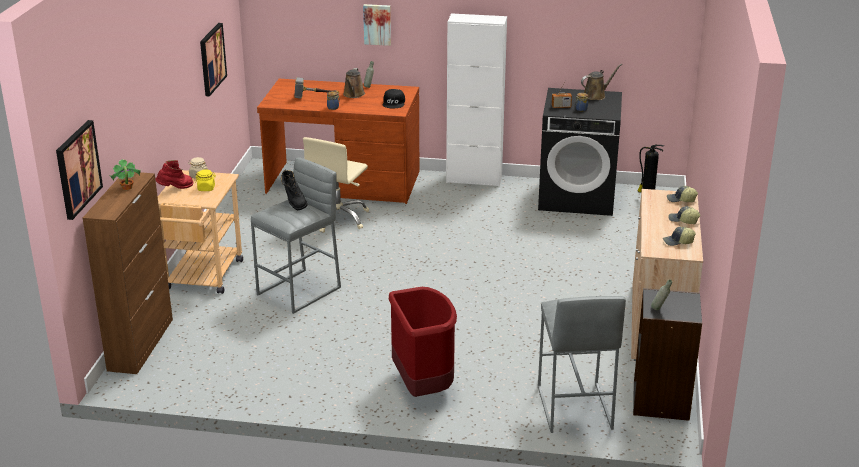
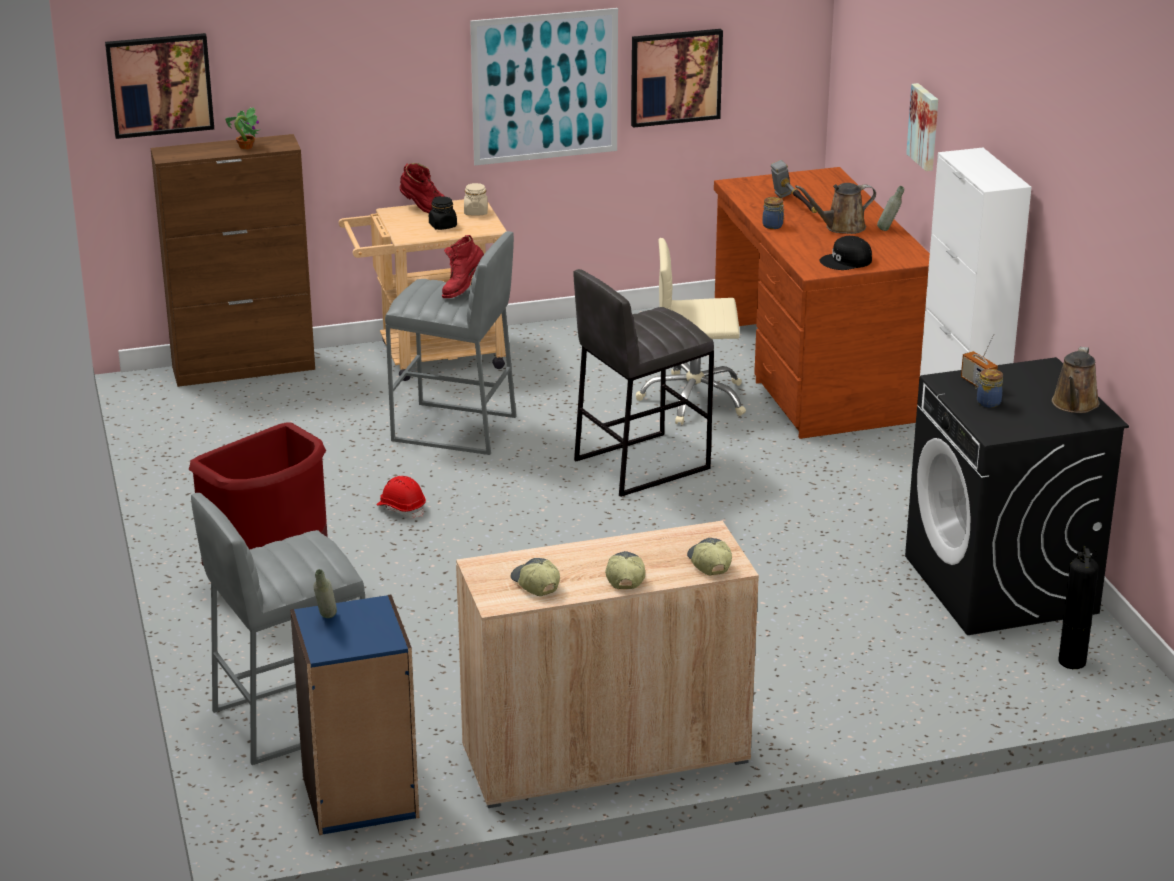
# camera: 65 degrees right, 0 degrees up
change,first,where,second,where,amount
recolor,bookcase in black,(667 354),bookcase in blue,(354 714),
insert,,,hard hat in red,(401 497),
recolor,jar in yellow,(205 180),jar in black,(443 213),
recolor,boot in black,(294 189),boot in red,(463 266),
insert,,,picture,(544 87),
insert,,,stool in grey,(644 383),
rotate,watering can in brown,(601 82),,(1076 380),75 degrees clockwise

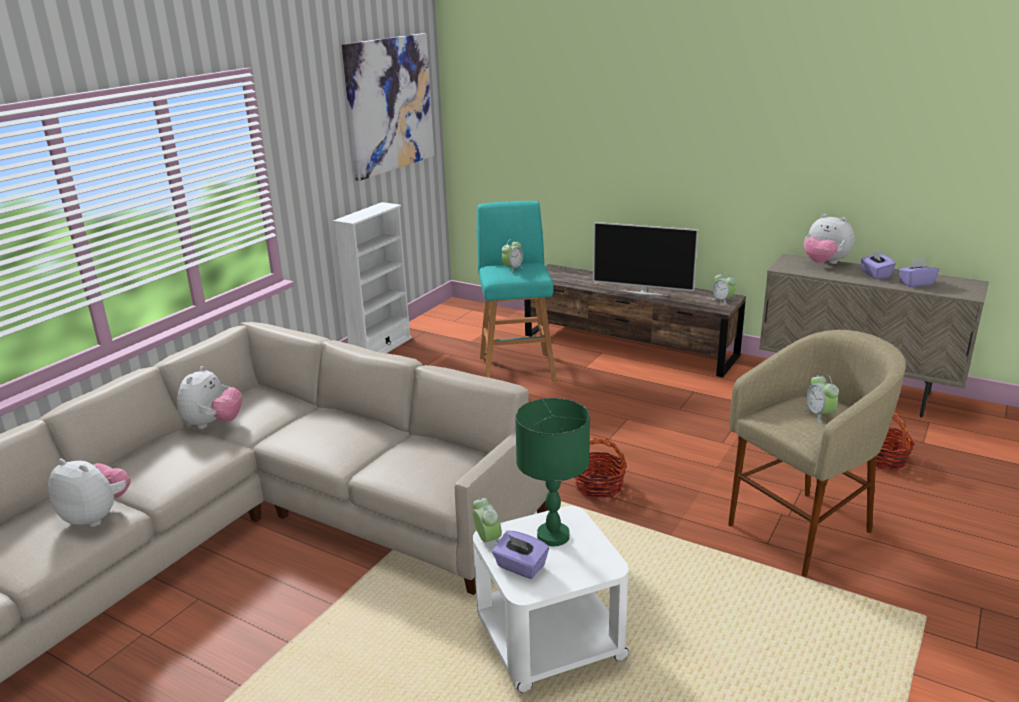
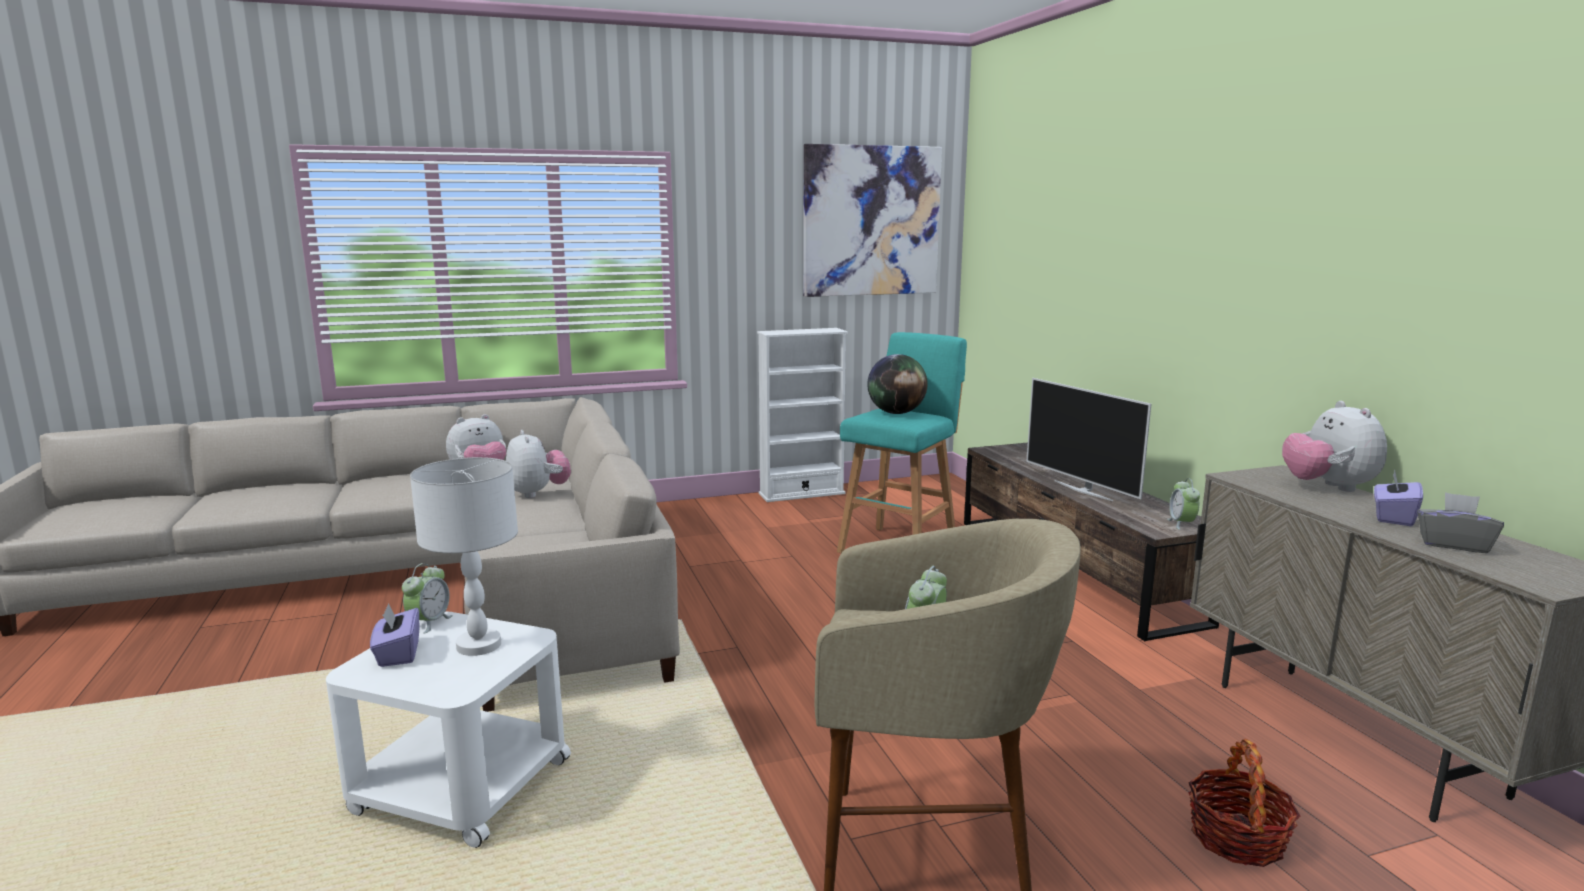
# camera: 40 degrees right, 10 degrees down
change,first,where,second,where,amount
recolor,table lamp in green,(552 472),table lamp in white,(464 556),
move,plush toy,(89 493),,(538 464),
replace,alarm clock,(513 256),globe,(897 384),
recolor,tissue box in purple,(919 272),tissue box in grey,(1460 522),
delete,basket,(601 468),,,

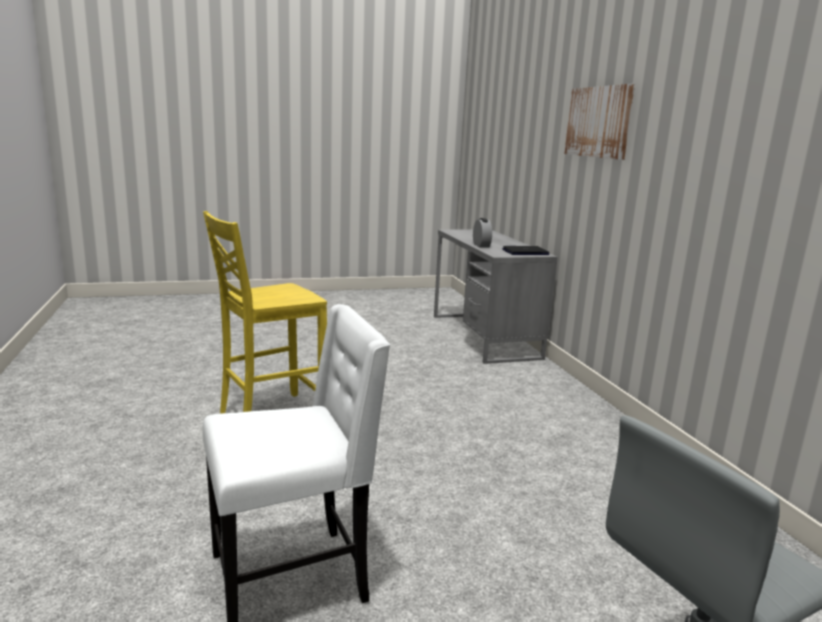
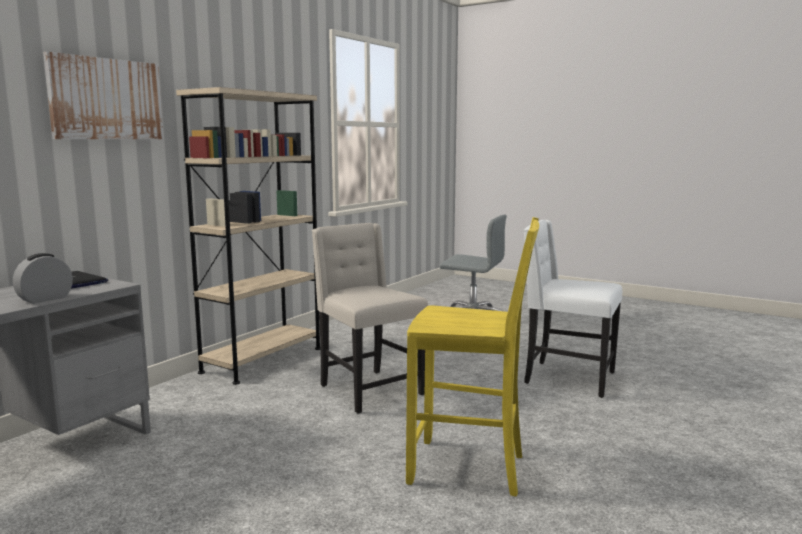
# camera: 130 degrees left, 5 degrees down
change,first,where,second,where,amount
insert,,,bookcase in beige,(248 236),
insert,,,chair in beige,(370 318),

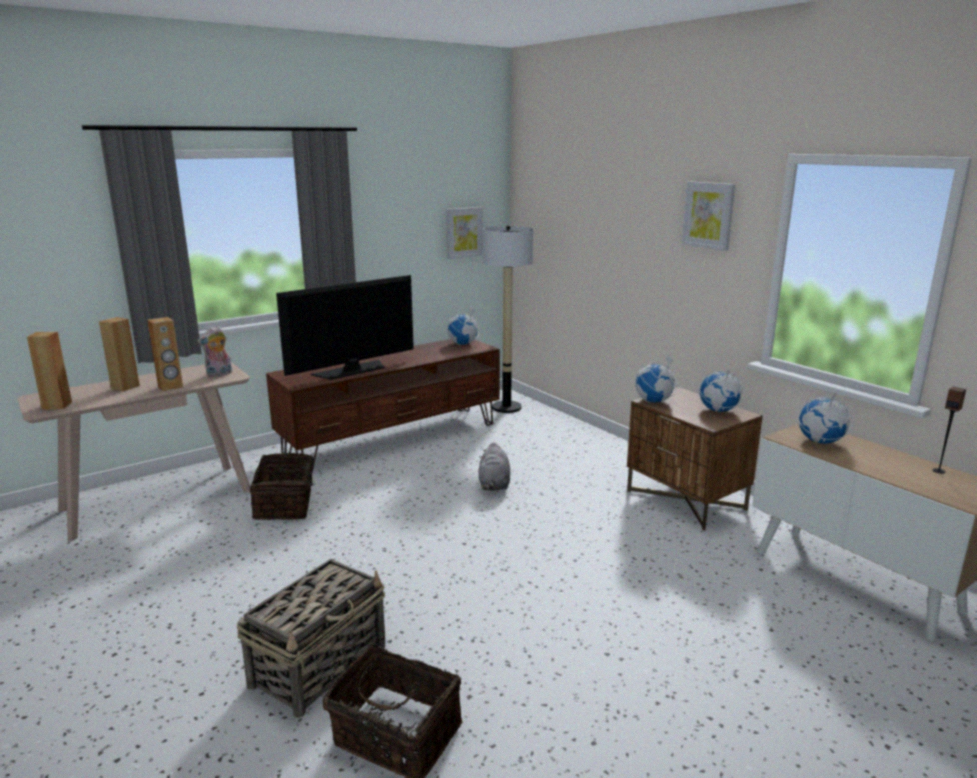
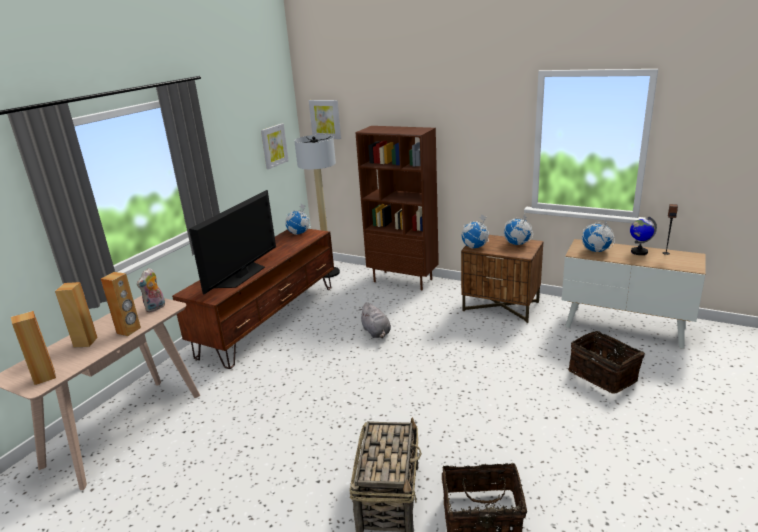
# camera: 25 degrees left, 5 degrees up
change,first,where,second,where,amount
move,picture,(708 216),,(325 119),
insert,,,bookcase in brown,(397 208),
move,basket,(288 486),,(606 362),
insert,,,globe,(643 236),

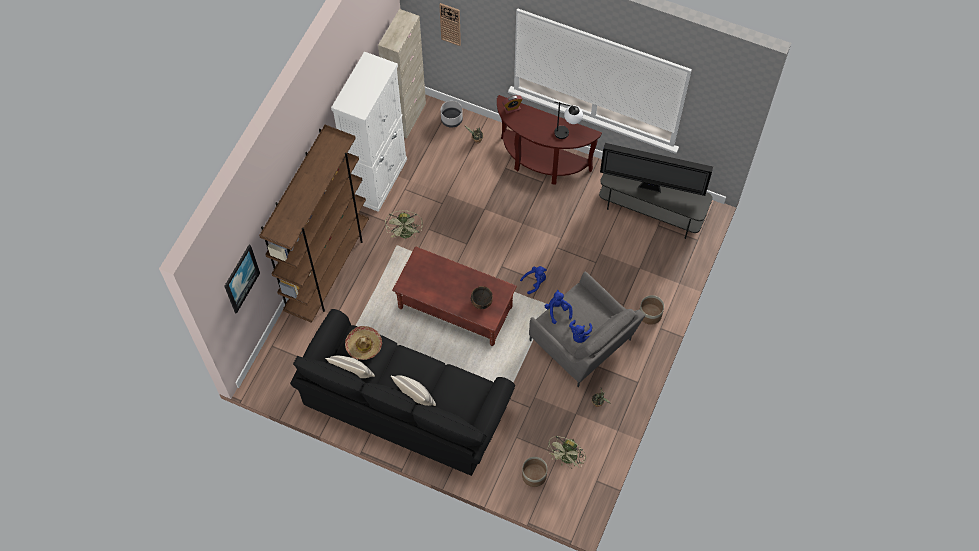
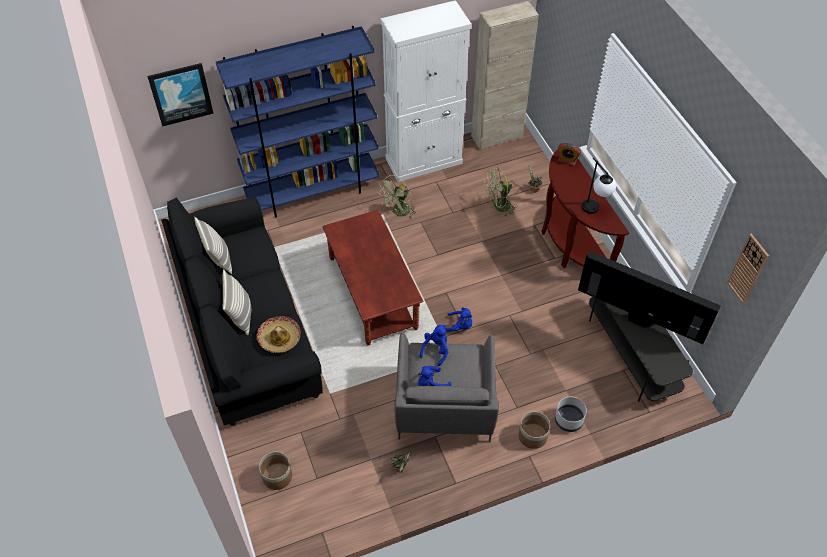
# camera: 45 degrees right, 10 degrees down
change,first,where,second,where,amount
recolor,bookcase in brown,(314 224),bookcase in blue,(298 121),
move,hat,(363 343),,(279 334),
move,fan in green,(566 452),,(501 191),
move,planter in grey,(452 114),,(571 414),
rotate,television,(656 169),,(649 297),150 degrees clockwise
move,wall clock,(450 24),,(748 268),
delete,bowl,(482 297),,,

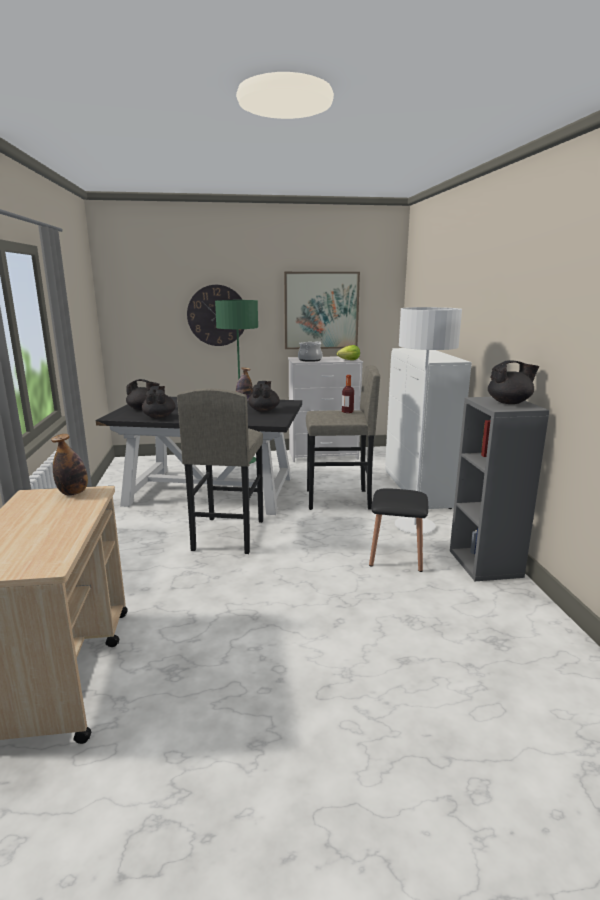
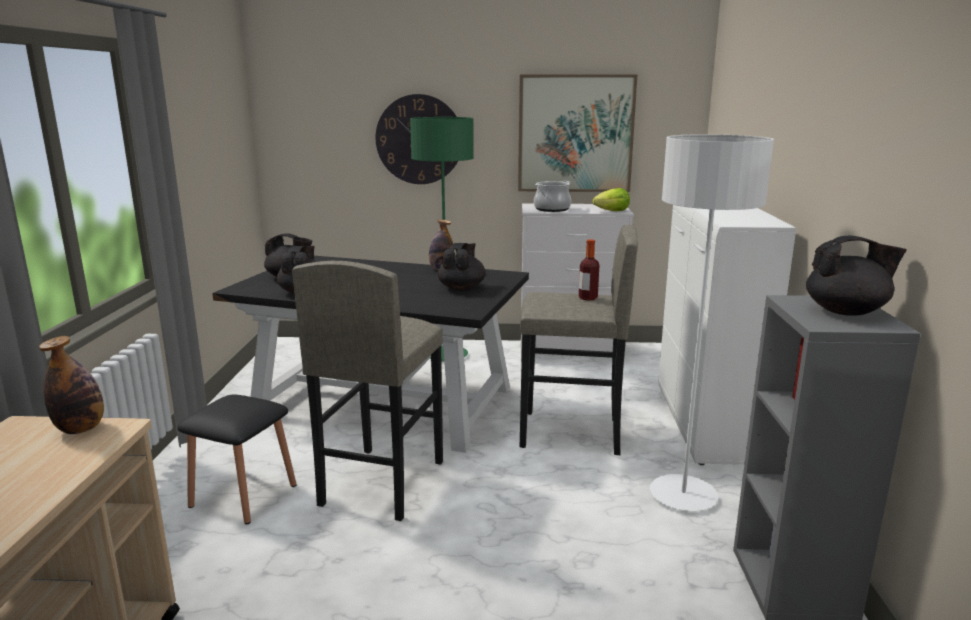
# camera: 10 degrees right, 0 degrees up
change,first,where,second,where,amount
move,stool in black,(398 530),,(236 459),

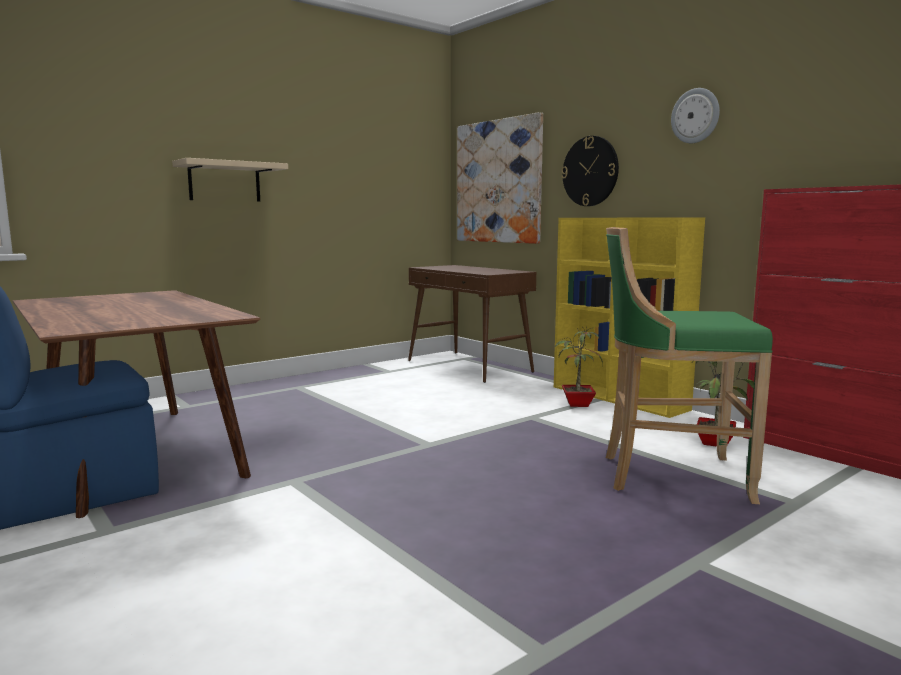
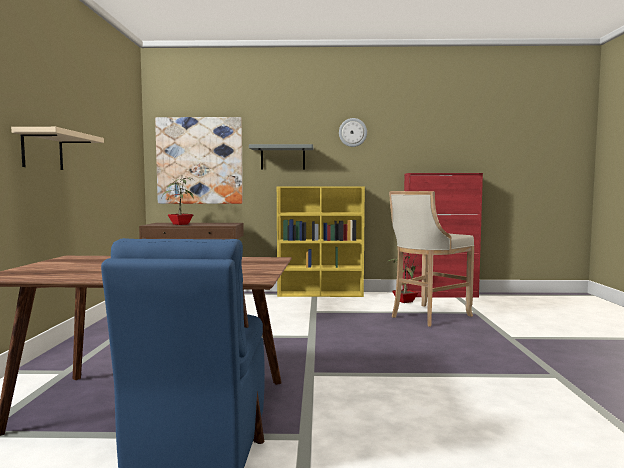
# camera: 50 degrees left, 5 degrees down
change,first,where,second,where,amount
move,potted plant,(578 367),,(178 200),
replace,wall clock,(590 171),shelf in grey,(281 156),
recolor,stool in green,(689 365),stool in beige,(431 259),

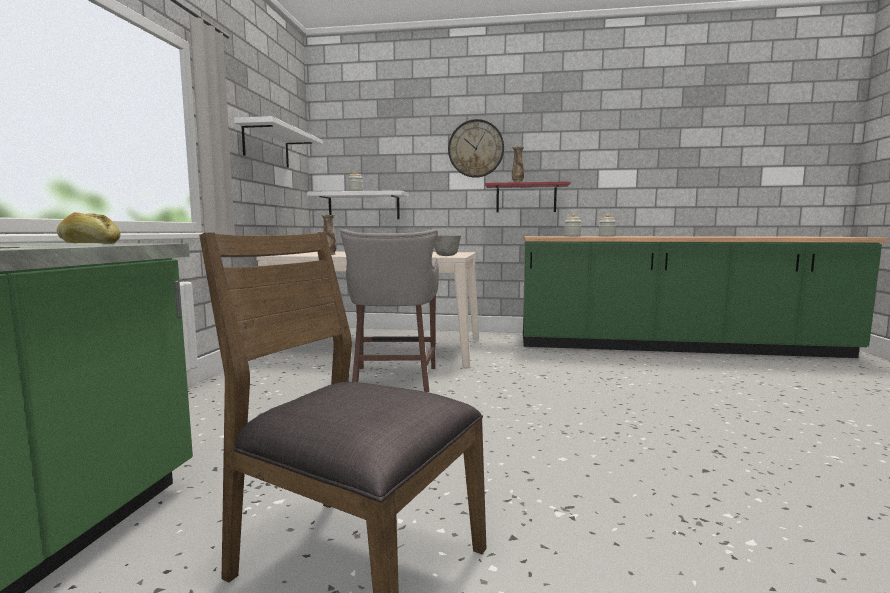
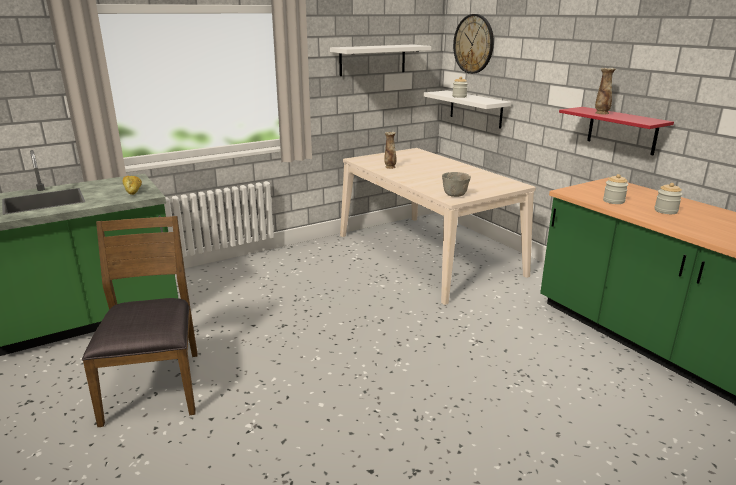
# camera: 50 degrees right, 15 degrees up
change,first,where,second,where,amount
move,wall clock,(476 148),,(473 44),
delete,stool in grey,(389 310),,,

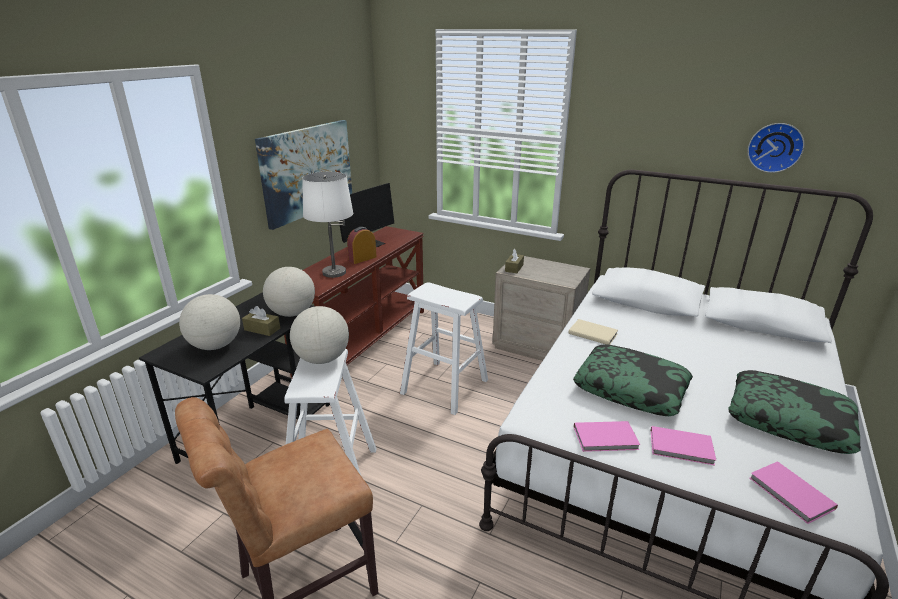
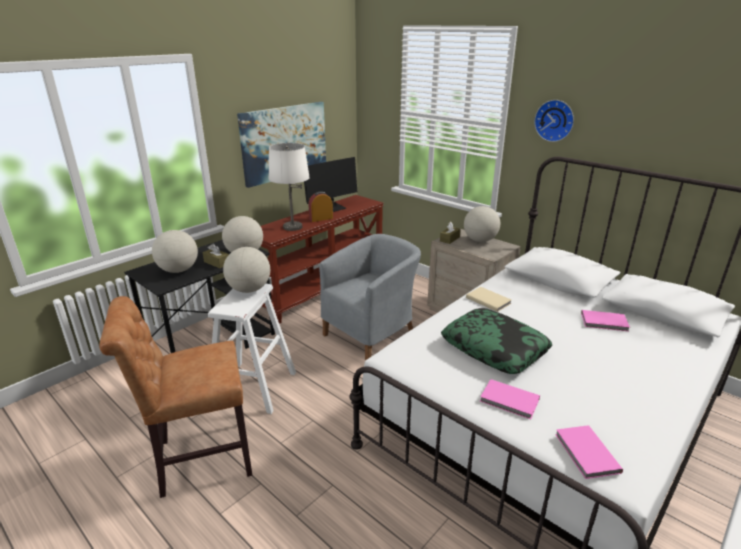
# camera: 15 degrees right, 0 degrees up
change,first,where,second,where,amount
replace,stool in white,(444 348),armchair in grey,(370 297),
insert,,,globe,(482 224),
move,wall clock,(776 148),,(554 121),
move,book in pink,(607 436),,(605 321),
delete,pillow,(794 412),,,

